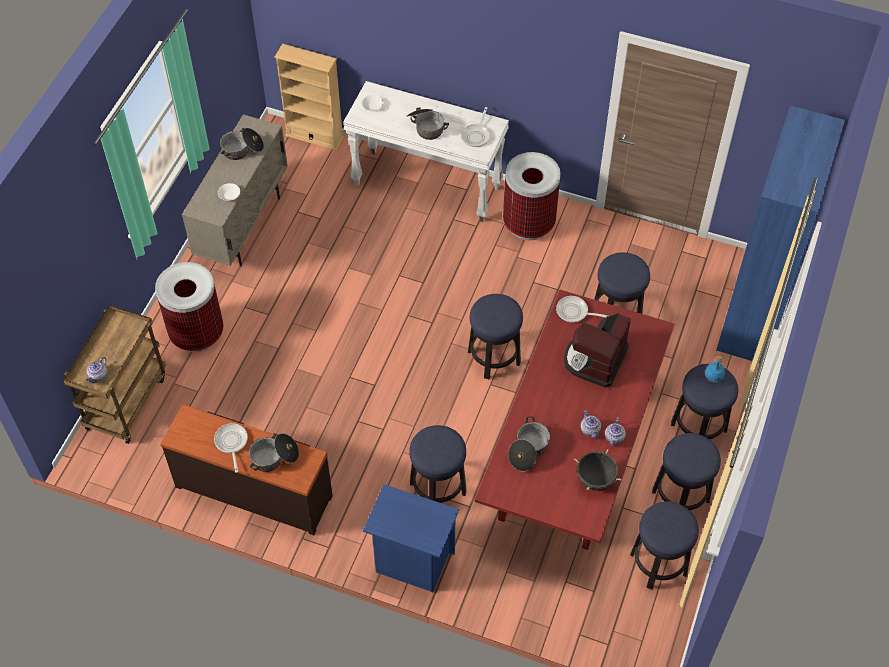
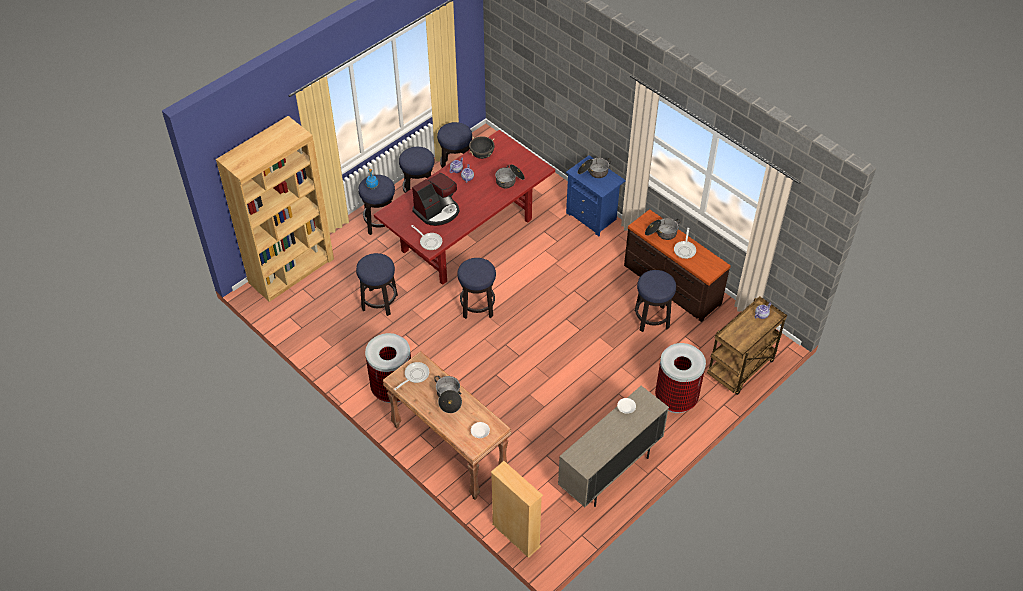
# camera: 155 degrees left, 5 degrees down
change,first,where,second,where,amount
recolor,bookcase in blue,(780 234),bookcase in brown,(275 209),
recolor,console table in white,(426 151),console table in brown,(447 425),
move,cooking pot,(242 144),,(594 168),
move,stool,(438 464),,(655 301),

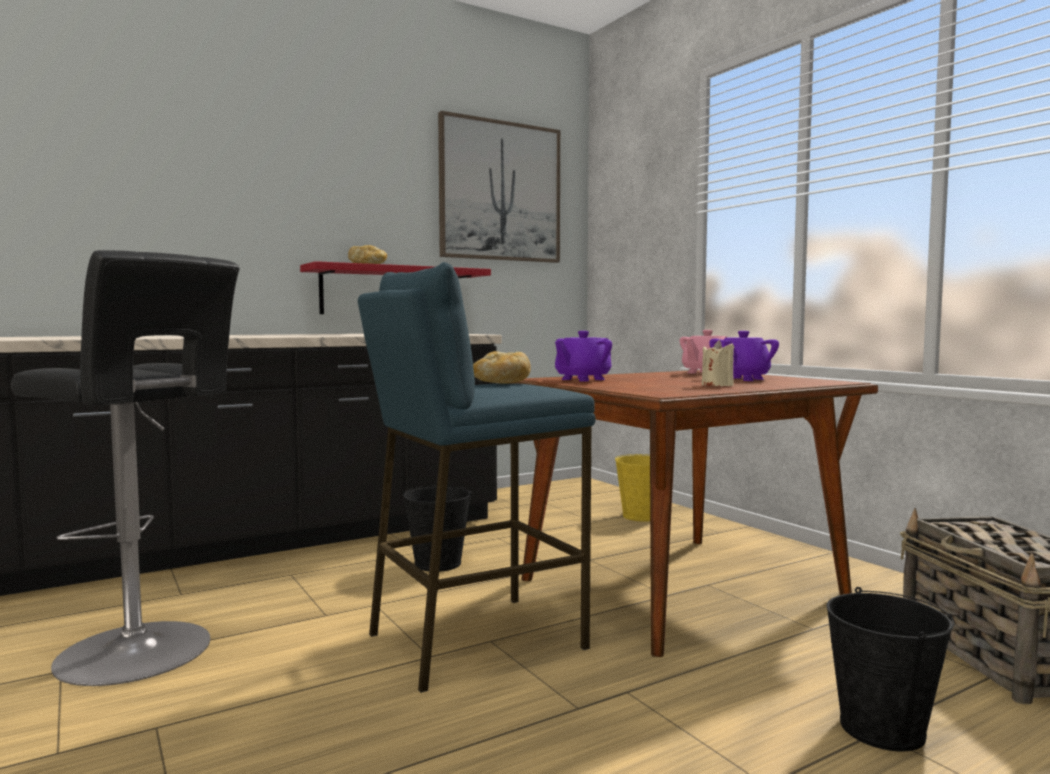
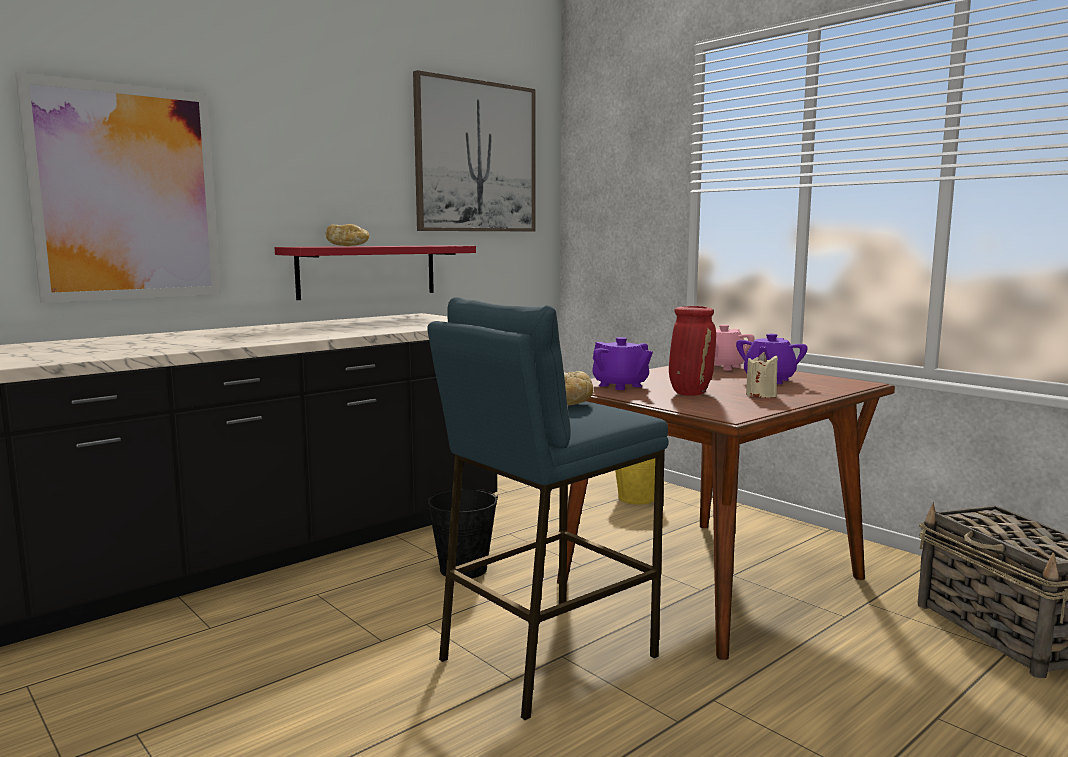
# camera: 10 degrees left, 5 degrees up
change,first,where,second,where,amount
insert,,,picture,(118 187),
rotate,teapot in purple,(583 356),,(622 363),75 degrees counterclockwise
insert,,,vase in red,(692 351),
delete,stool in black,(125 468),,,
delete,bucket in black,(890 669),,,

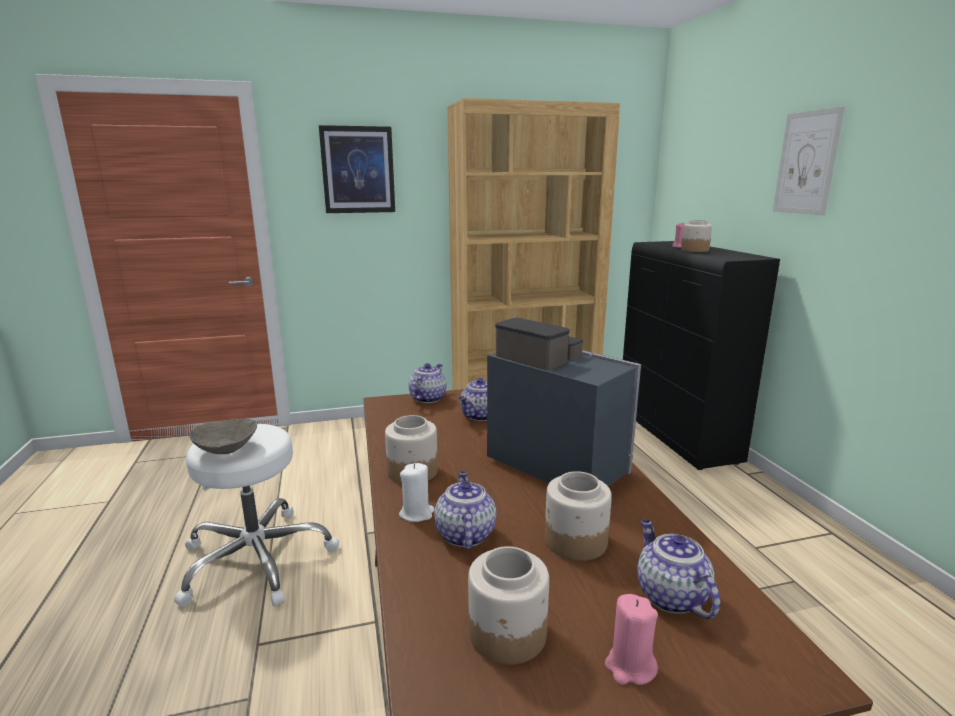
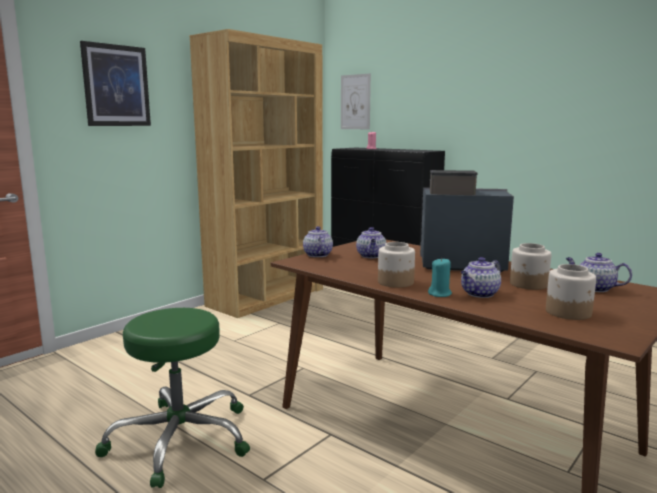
# camera: 35 degrees left, 5 degrees down
change,first,where,second,where,amount
recolor,stool in white,(256 515),stool in green,(172 398),
move,picture,(809 161),,(356 101),
recolor,candle in white,(417 492),candle in turquoise,(440 277),
rotate,teapot,(465 510),,(481 277),90 degrees counterclockwise
delete,bowl in grey,(223 436),,,
delete,candle in pink,(631 639),,,
delete,jar,(696 236),,,

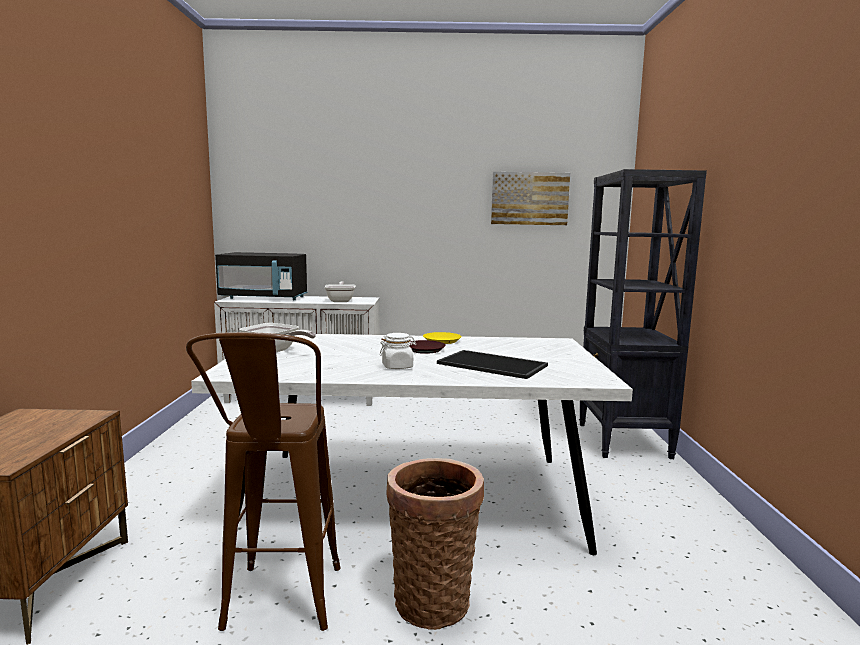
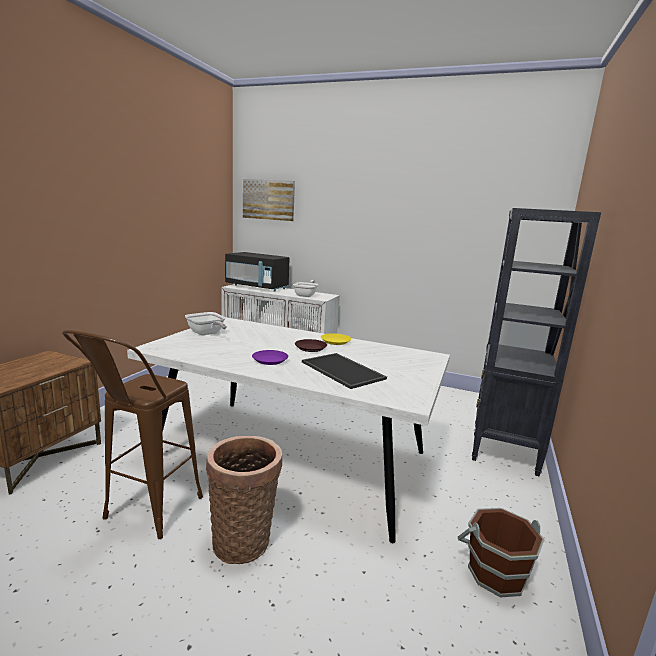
# camera: 20 degrees right, 5 degrees up
change,first,where,second,where,amount
move,picture,(530 198),,(269 200),
replace,jar in white,(397 351),plate in purple,(270 357),
insert,,,bucket in brown,(501 553),

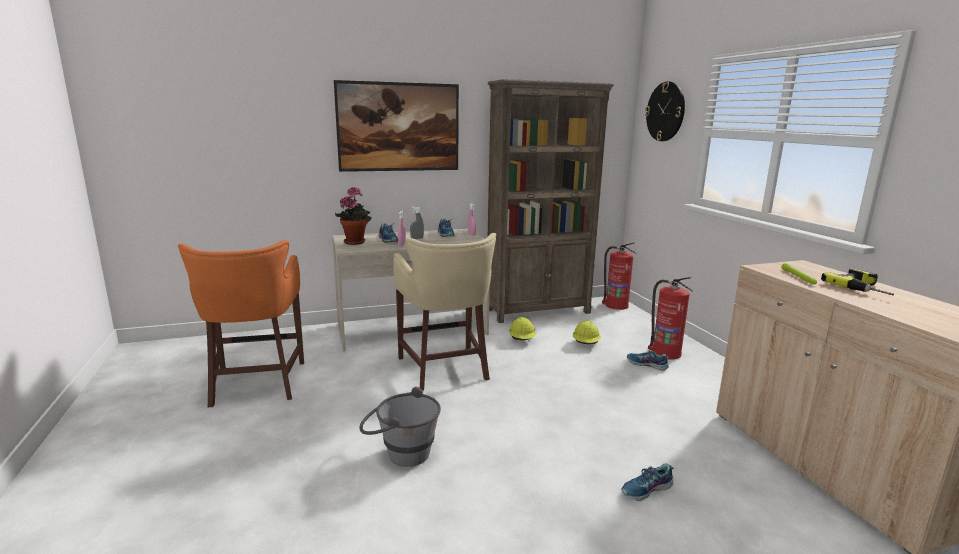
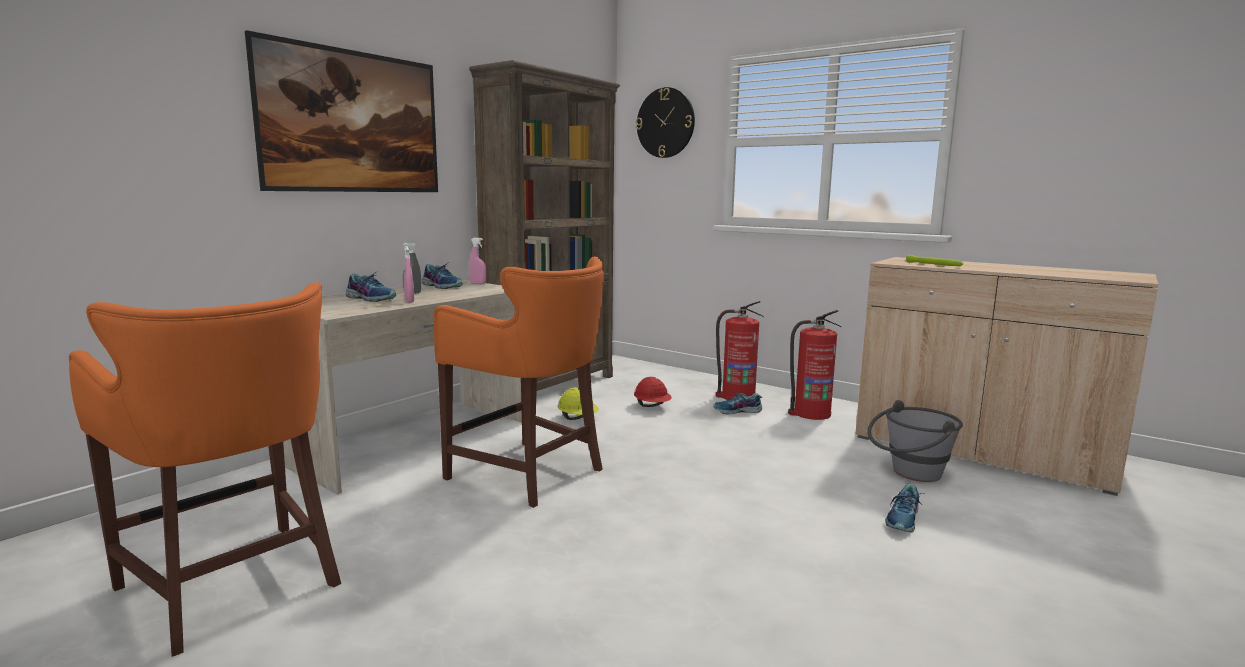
# camera: 35 degrees left, 5 degrees down
change,first,where,second,where,amount
recolor,stool in beige,(444 312),stool in orange,(519 382),
recolor,hard hat in yellow,(586 332),hard hat in red,(653 392),
move,fire extinguisher,(619 276),,(814 365),
move,bucket in grey,(400 427),,(915 441),
delete,potted plant,(353 216),,,
delete,power drill,(857 282),,,

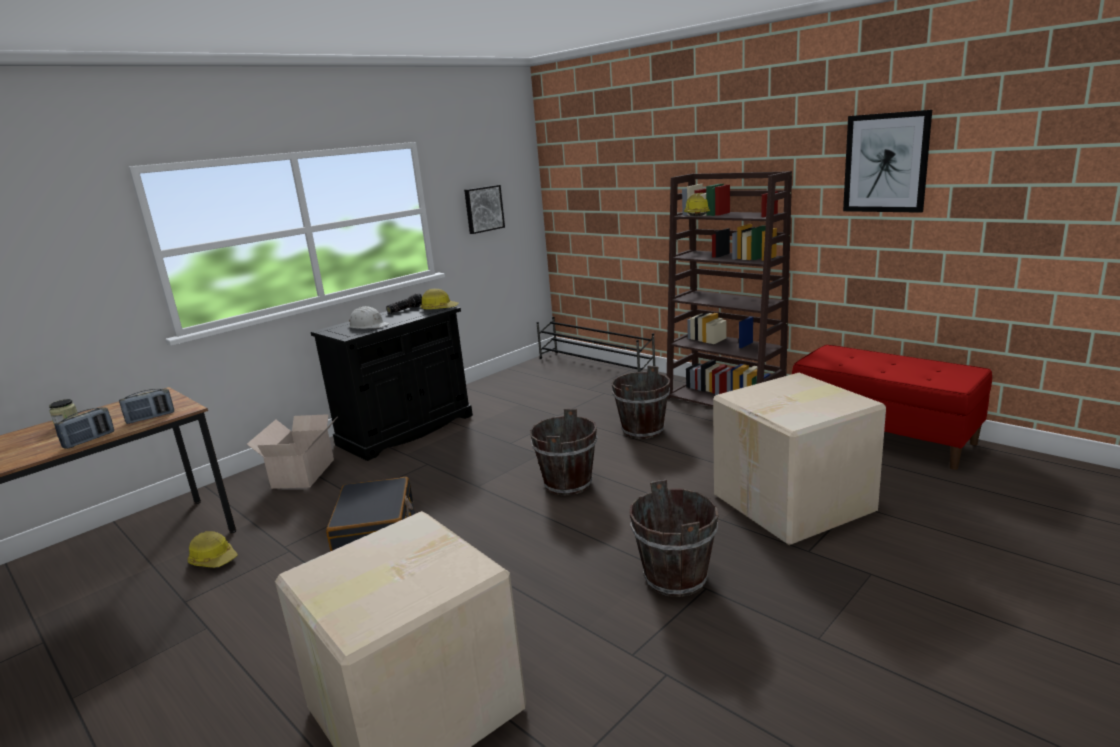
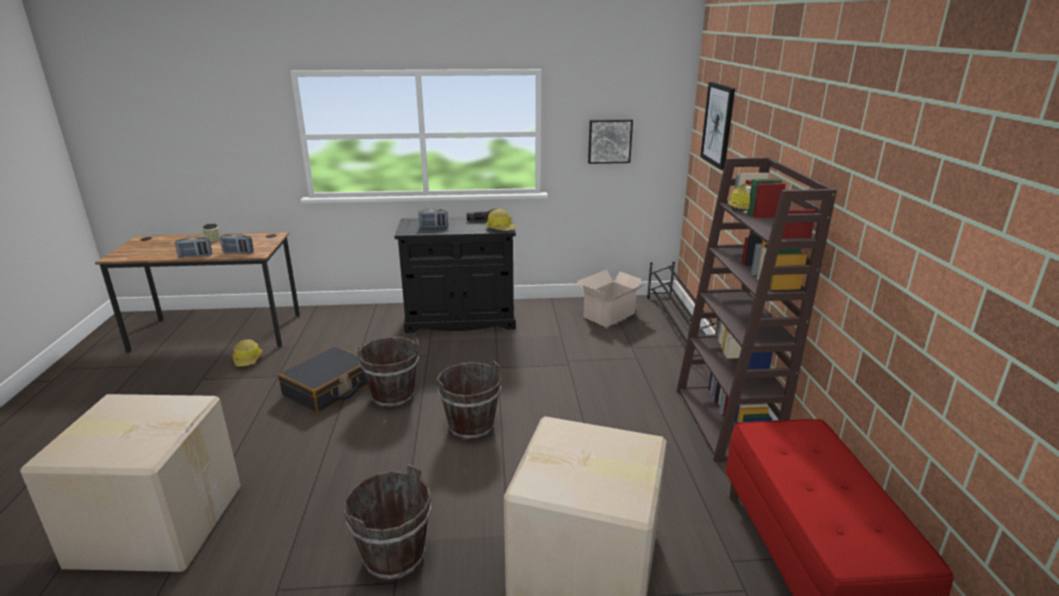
# camera: 40 degrees right, 5 degrees up
change,first,where,second,where,amount
move,bucket in brown,(641 402),,(388 372),
replace,hard hat in white,(369 317),radio,(433 218),
move,cardboard box,(291 451),,(611 298),
move,picture,(887 161),,(717 126),

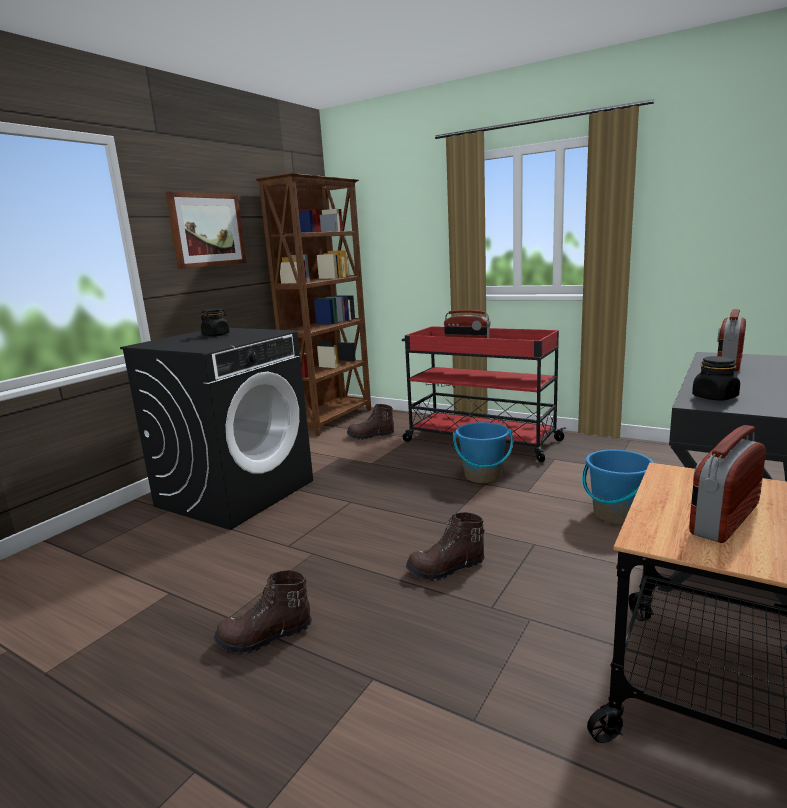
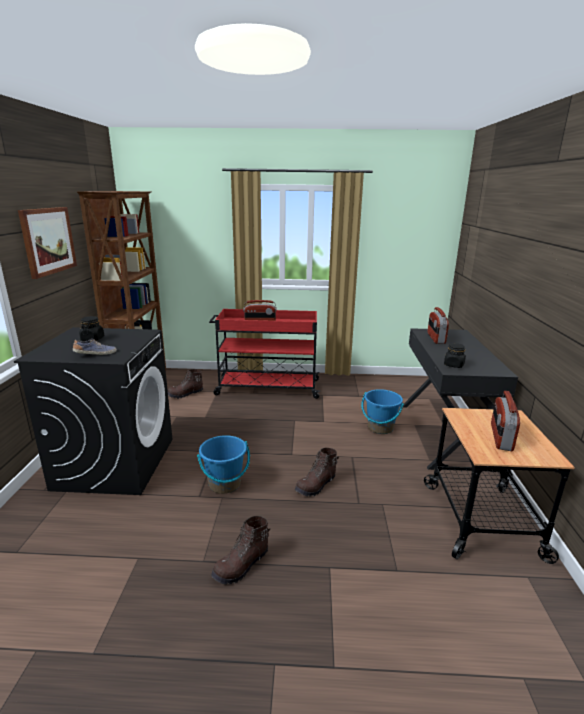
# camera: 30 degrees left, 5 degrees up
change,first,where,second,where,amount
insert,,,shoe,(95 347),
move,bucket in blue,(483 452),,(223 464),

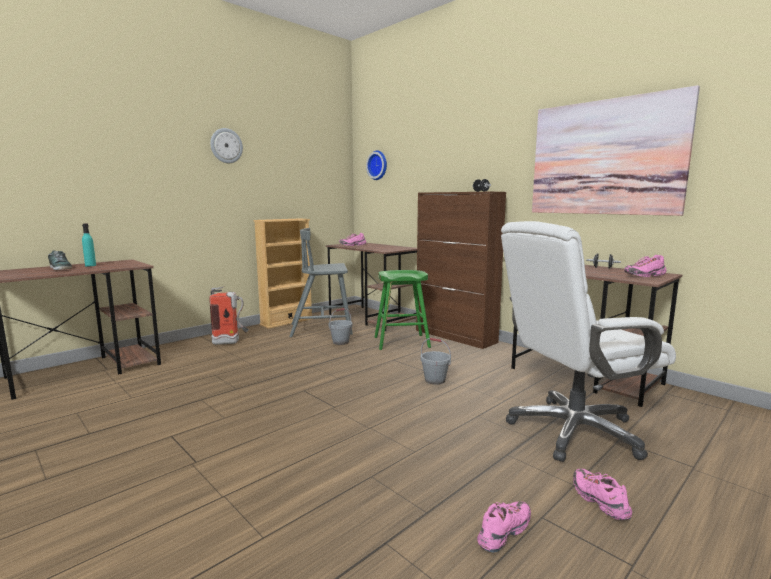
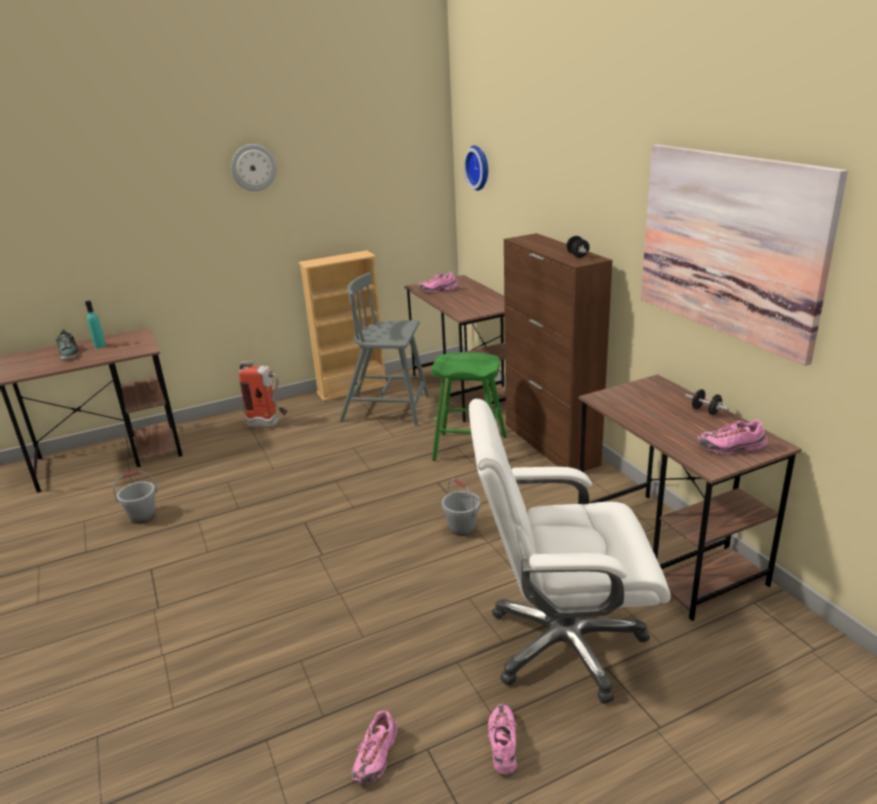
# camera: 20 degrees right, 15 degrees up
change,first,where,second,where,amount
move,bucket in grey,(341 326),,(135 497),
rotate,shoe in pink,(504 527),,(375 747),135 degrees clockwise

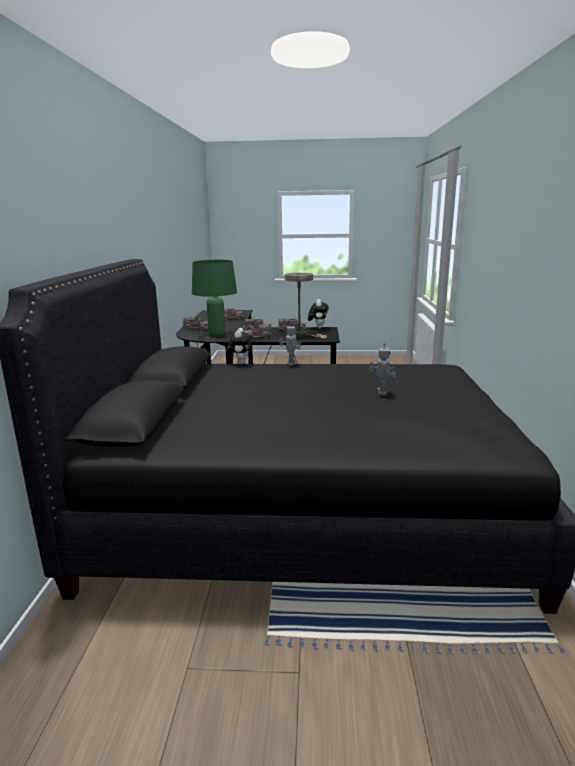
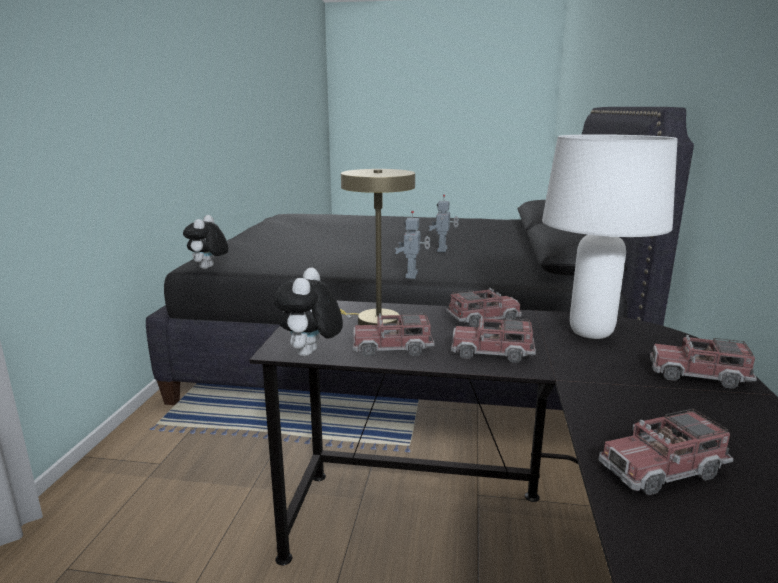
# camera: 175 degrees left, 0 degrees up
change,first,where,second,where,amount
move,plush toy,(239 346),,(205 242),
move,toy robot,(382 369),,(444 223),
recolor,table lamp in green,(214 298),table lamp in white,(610 236),

